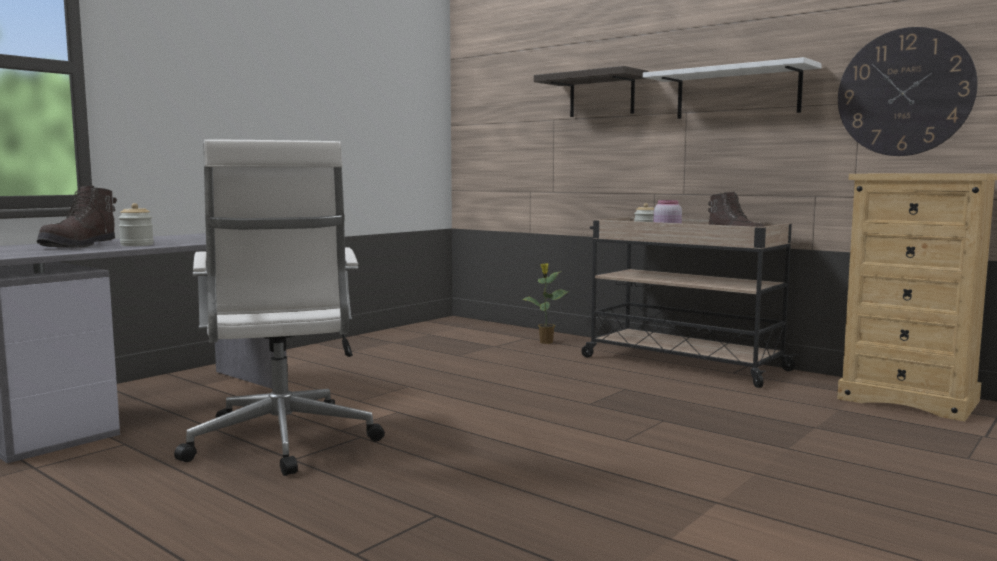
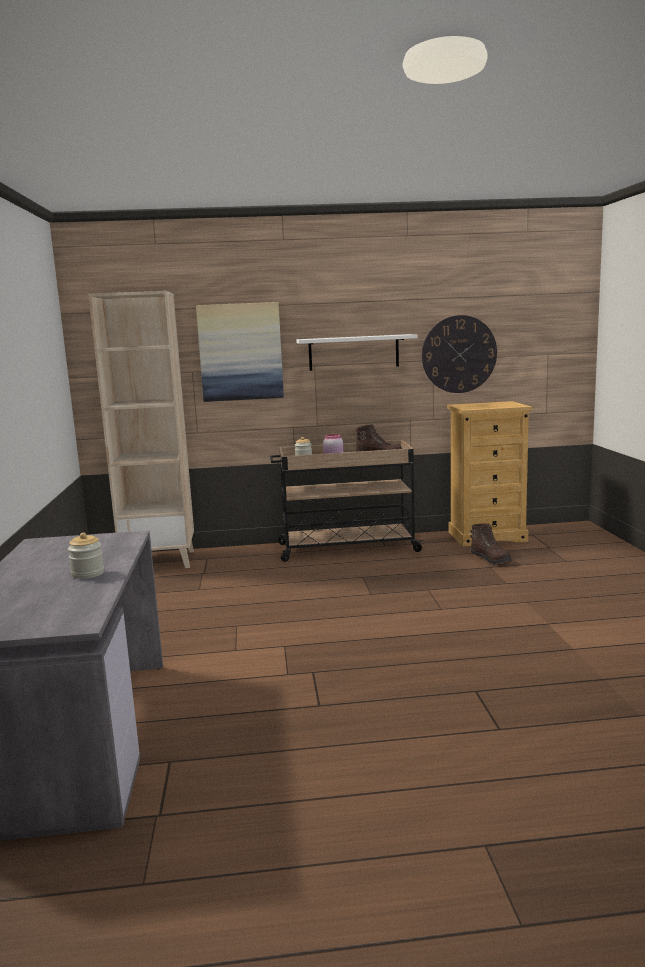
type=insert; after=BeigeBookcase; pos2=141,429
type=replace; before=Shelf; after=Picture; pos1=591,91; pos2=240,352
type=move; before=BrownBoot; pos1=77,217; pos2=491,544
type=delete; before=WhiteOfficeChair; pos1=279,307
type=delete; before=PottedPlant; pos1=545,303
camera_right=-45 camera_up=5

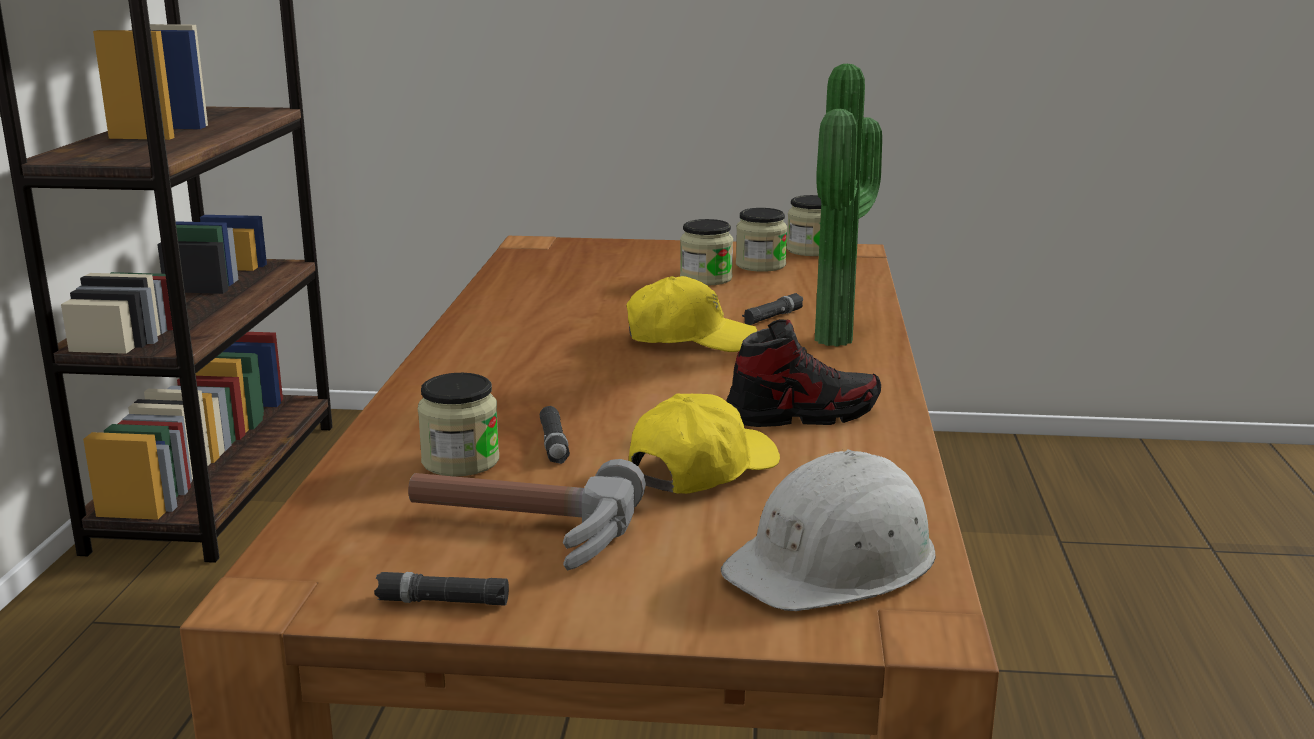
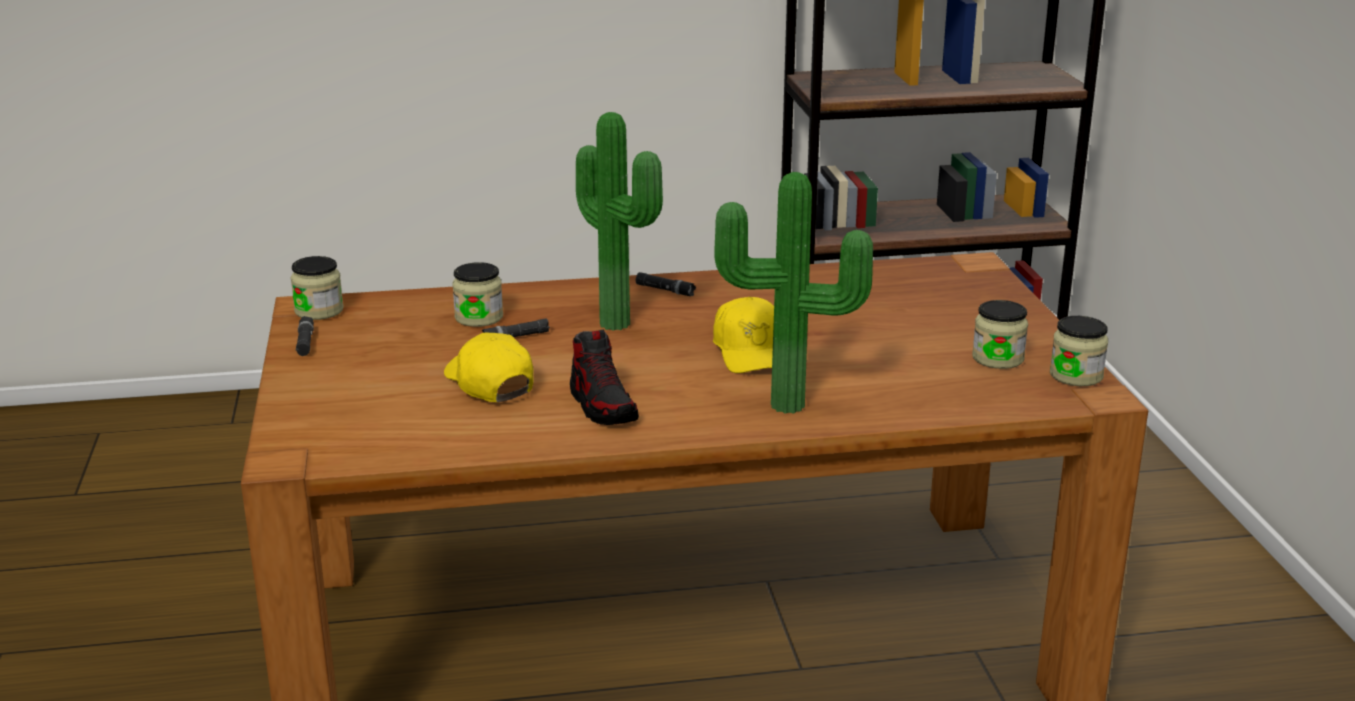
type=move; before=Jar; pos1=706,252; pos2=317,288
type=rotate; before=YellowCap; pos1=704,443; pos2=488,367; turn=-150
type=insert; after=PottedPlant; pos2=619,221
type=move; before=BlackFlashlight; pos1=772,309; pos2=666,284
type=delete; before=Hammer; pos1=527,515
type=delete; before=WhiteHardHat; pos1=828,530
camera_right=75 camera_up=5

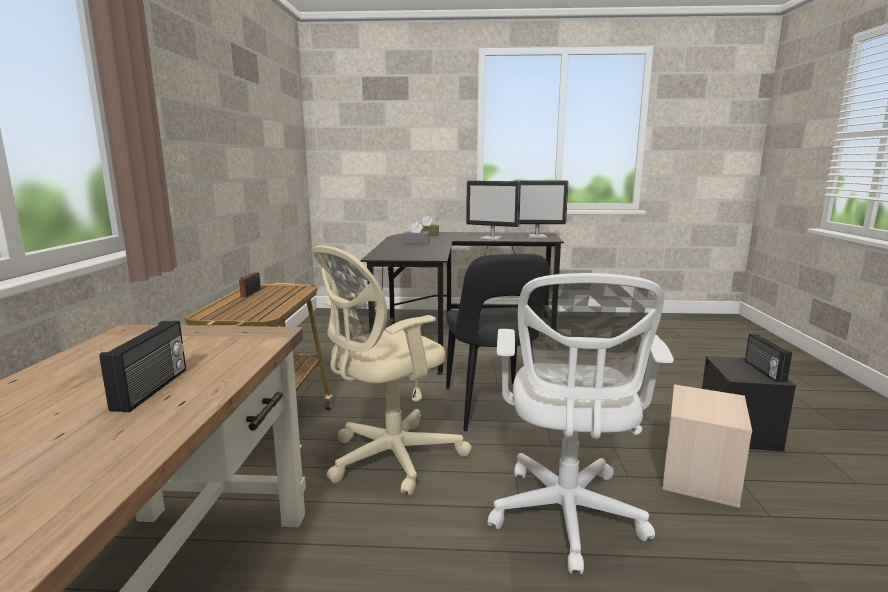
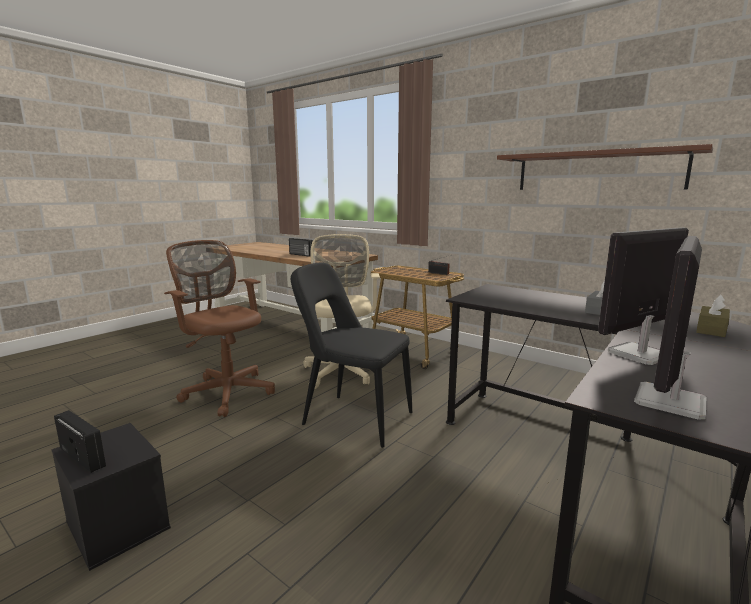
type=recolor; before=WhiteOfficeChair; after=BrownOfficeChair; pos1=581,424; pos2=219,328
type=insert; after=BrownShelf; pos2=605,167
type=delete; before=BeigeStorageBox; pos1=707,446
camera_right=125 camera_up=0

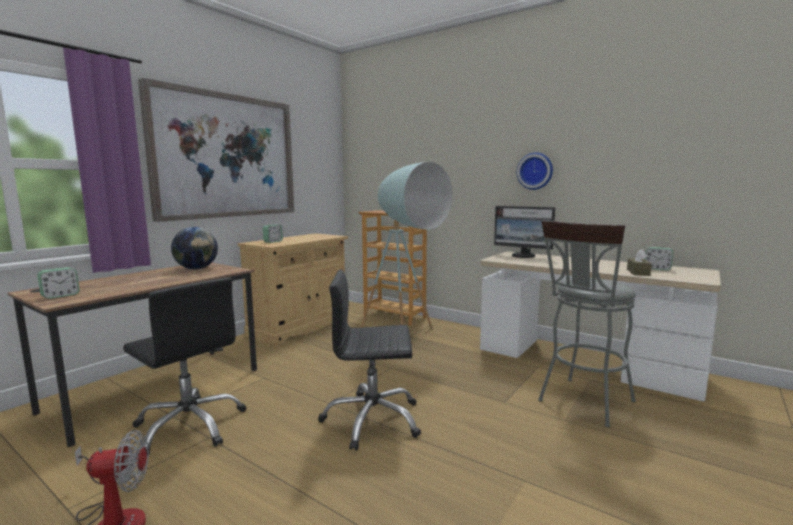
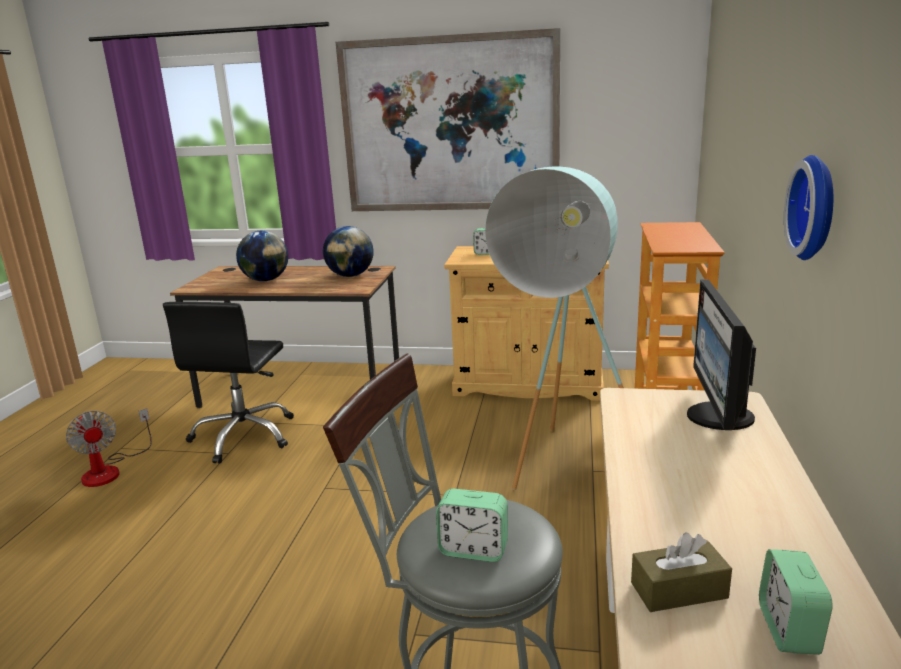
type=insert; after=Globe; pos2=262,256
type=move; before=AlarmClock; pos1=58,283; pos2=472,525
type=delete; before=BlackOfficeChair; pos1=369,360
camera_right=65 camera_up=10

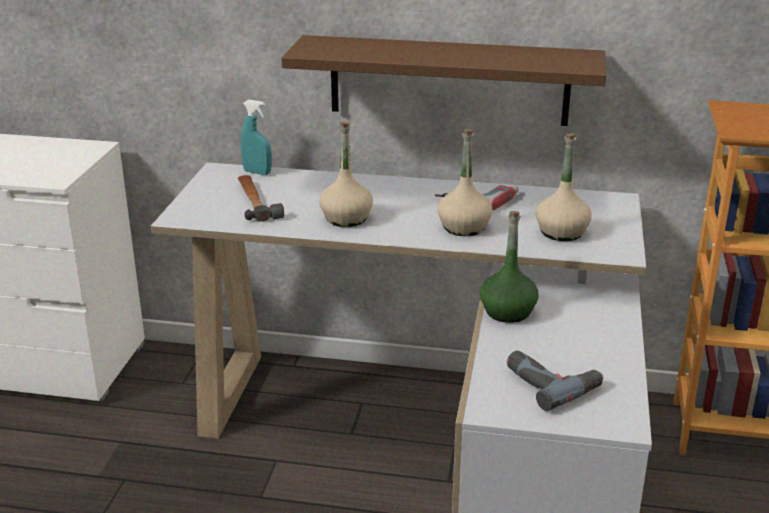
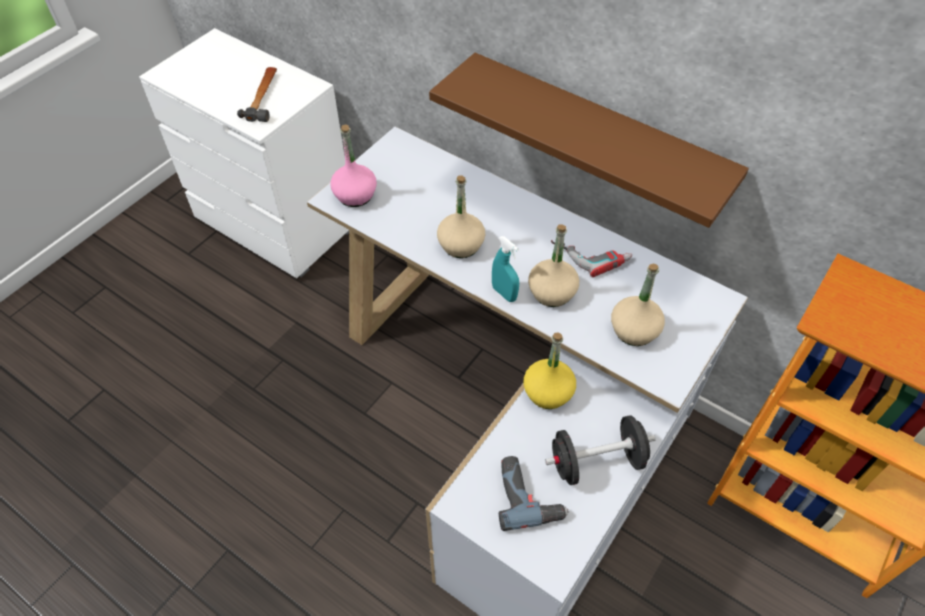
type=move; before=Hammer; pos1=261,198; pos2=257,94
type=insert; after=PinkBottle; pos2=353,165
type=move; before=TurquoiseSprayBottle; pos1=256,137; pos2=505,269
type=recolor; before=GreenBottle; after=YellowBottle; pos1=509,267; pos2=549,371
type=insert; after=BlackDumbbell; pos2=600,450
camera_right=25 camera_up=25

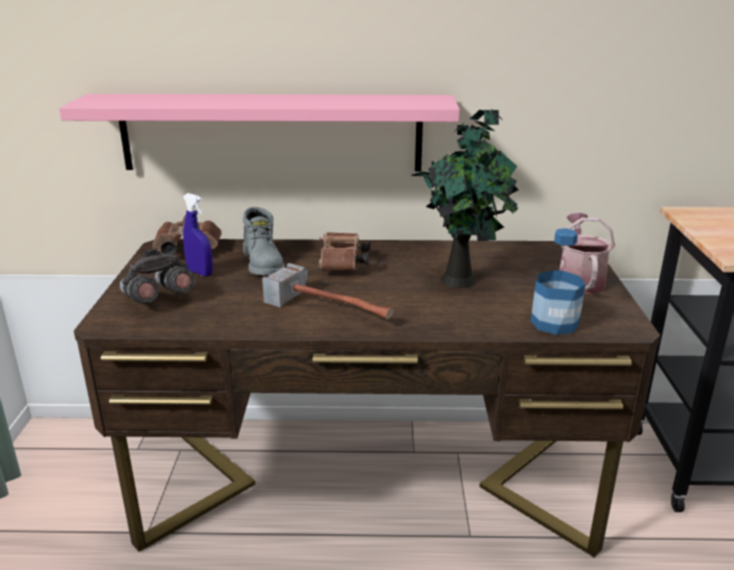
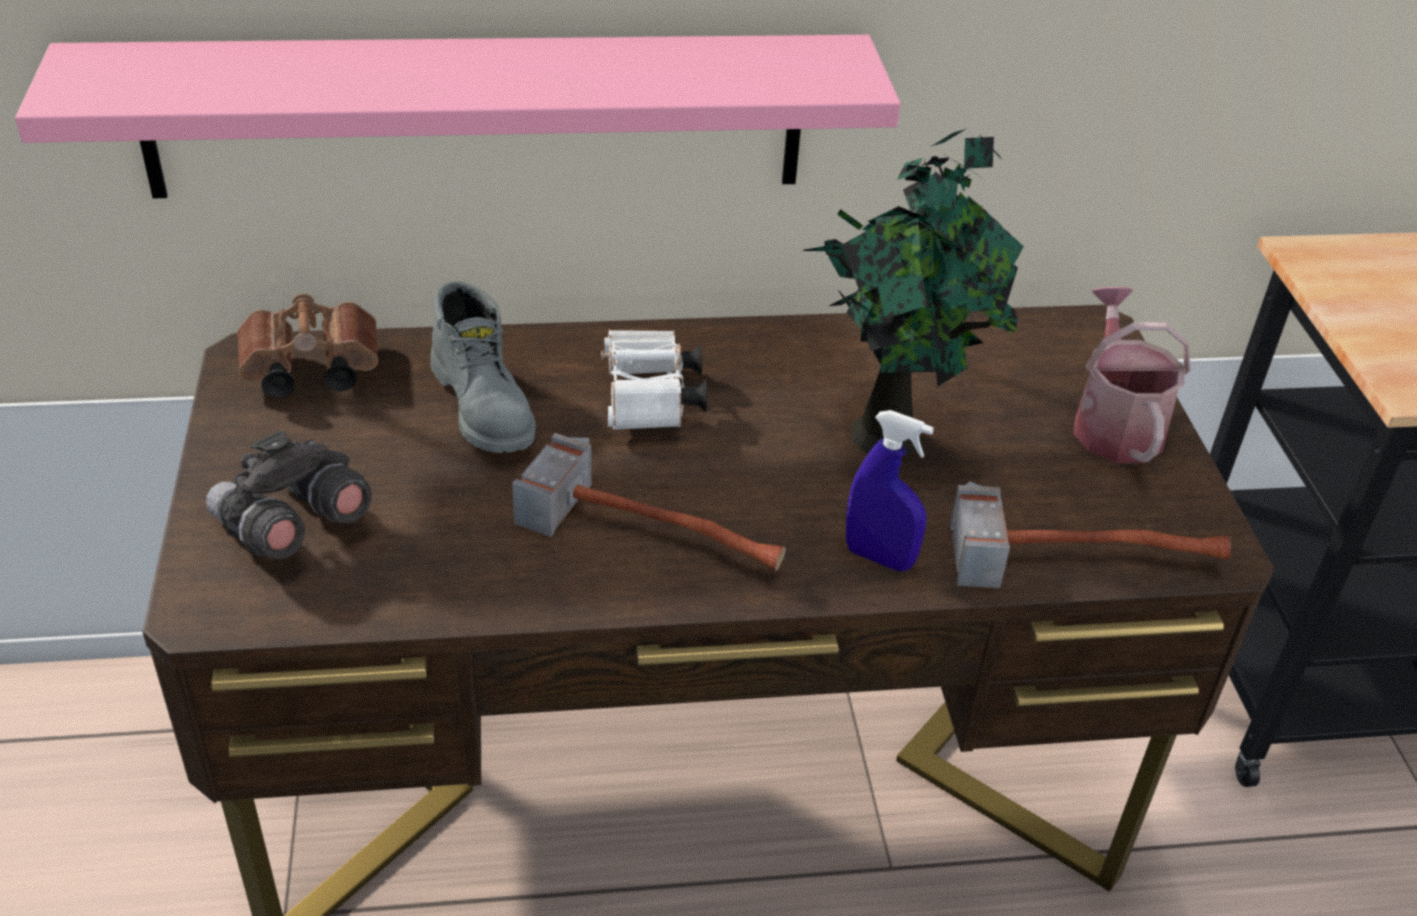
type=recolor; before=BrownBinoculars; after=WhiteBinoculars; pos1=345,251; pos2=654,380
type=move; before=BlueSprayBottle; pos1=198,234; pos2=890,490
type=replace; before=Bottle; after=Hammer; pos1=558,281; pos2=1090,535
camera_right=-10 camera_up=15

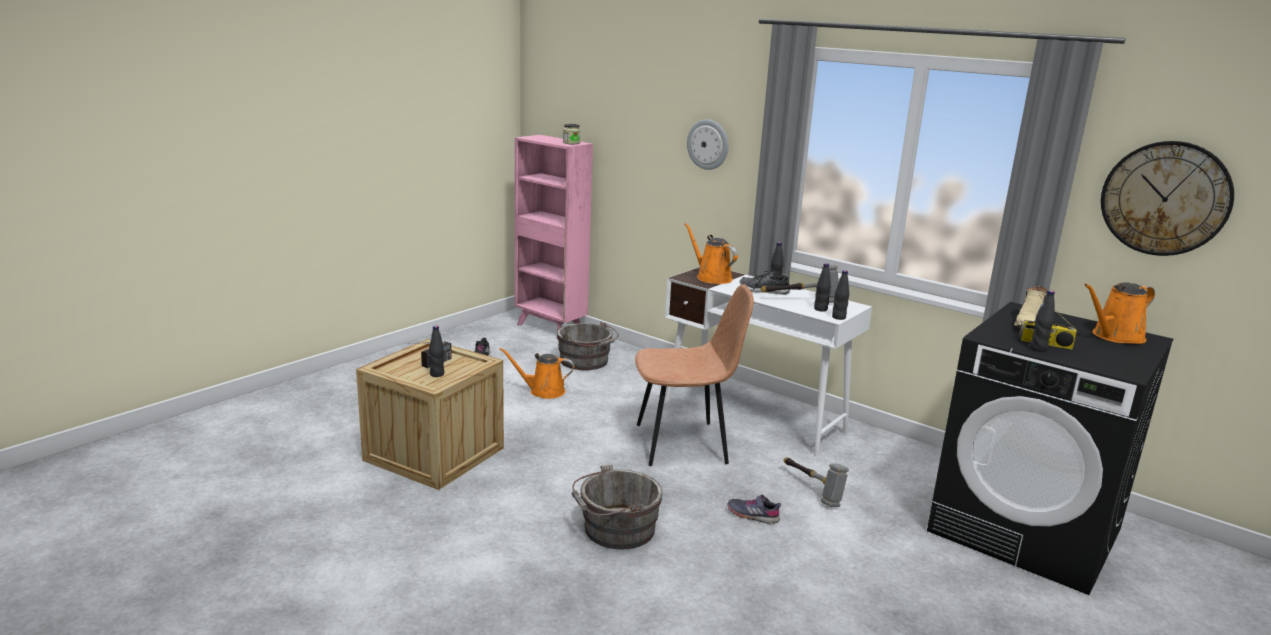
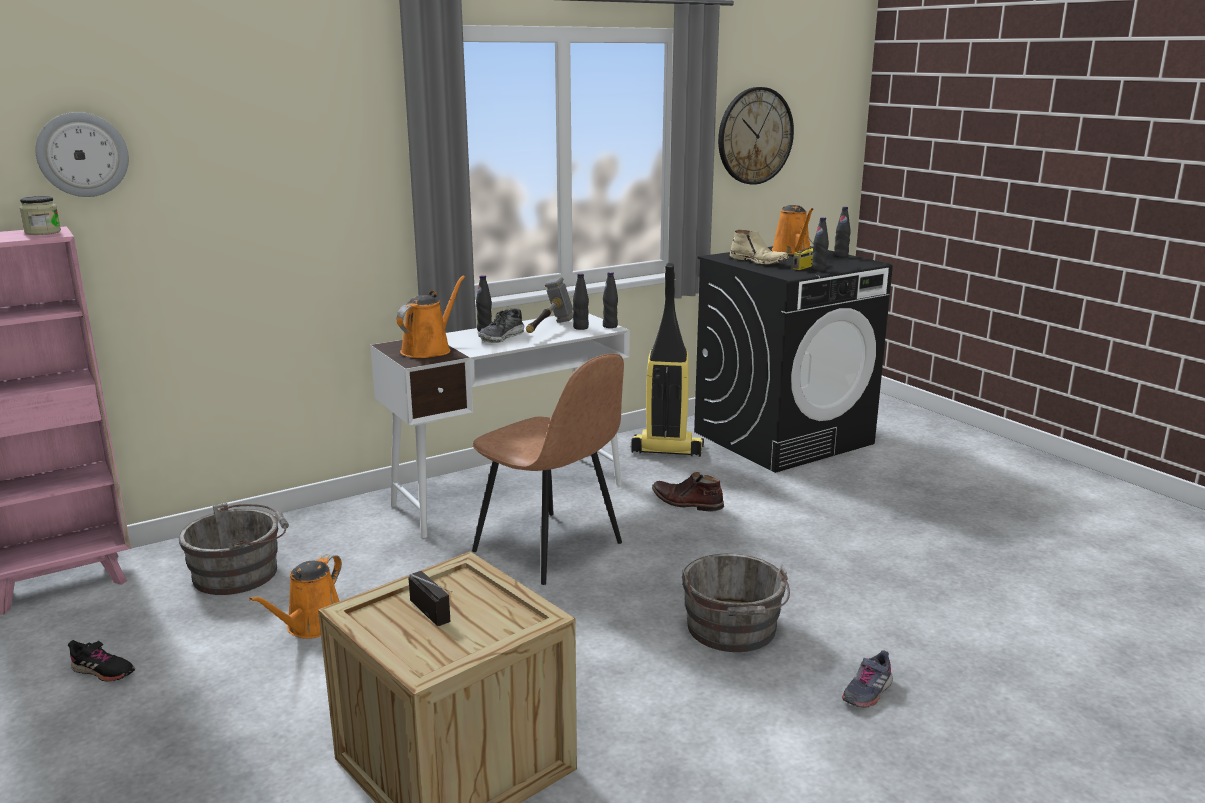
type=move; before=WallClock; pos1=707,144; pos2=82,154
type=rotate; before=OrangeWateringCan; pos1=711,253; pos2=431,317; turn=135
type=rotate; before=BrownChair; pos1=694,375; pos2=548,469; turn=120
type=insert; after=VacuumCleaner; pos2=667,360
type=replace; before=Hammer; after=BrownBoot; pos1=816,482; pos2=688,492
type=move; before=BlackBottle; pos1=436,351; pos2=842,232
type=move; before=GreyShoe; pos1=754,509; pos2=867,679
camera_right=-70 camera_up=0

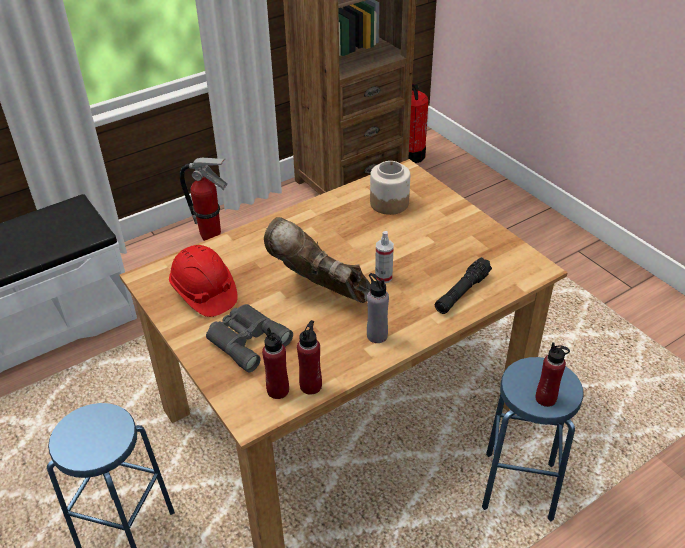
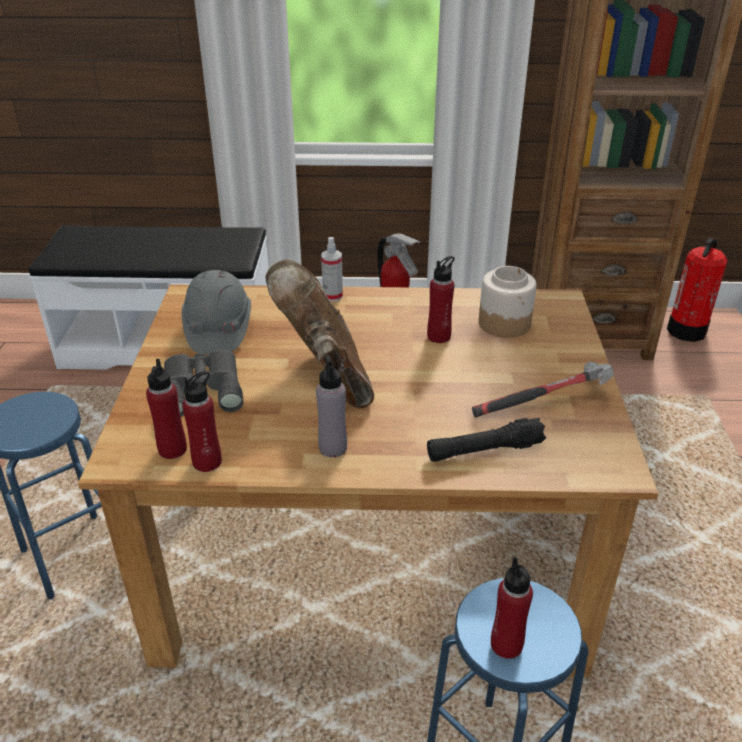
type=recolor; before=RedHardHat; after=GreyHardHat; pos1=203,281; pos2=216,312
type=move; before=SprayBottle; pos1=384,257; pos2=332,269
type=insert; after=RedBottle; pos2=441,299
type=insert; after=Hammer; pos2=543,389
camera_right=35 camera_up=-5

